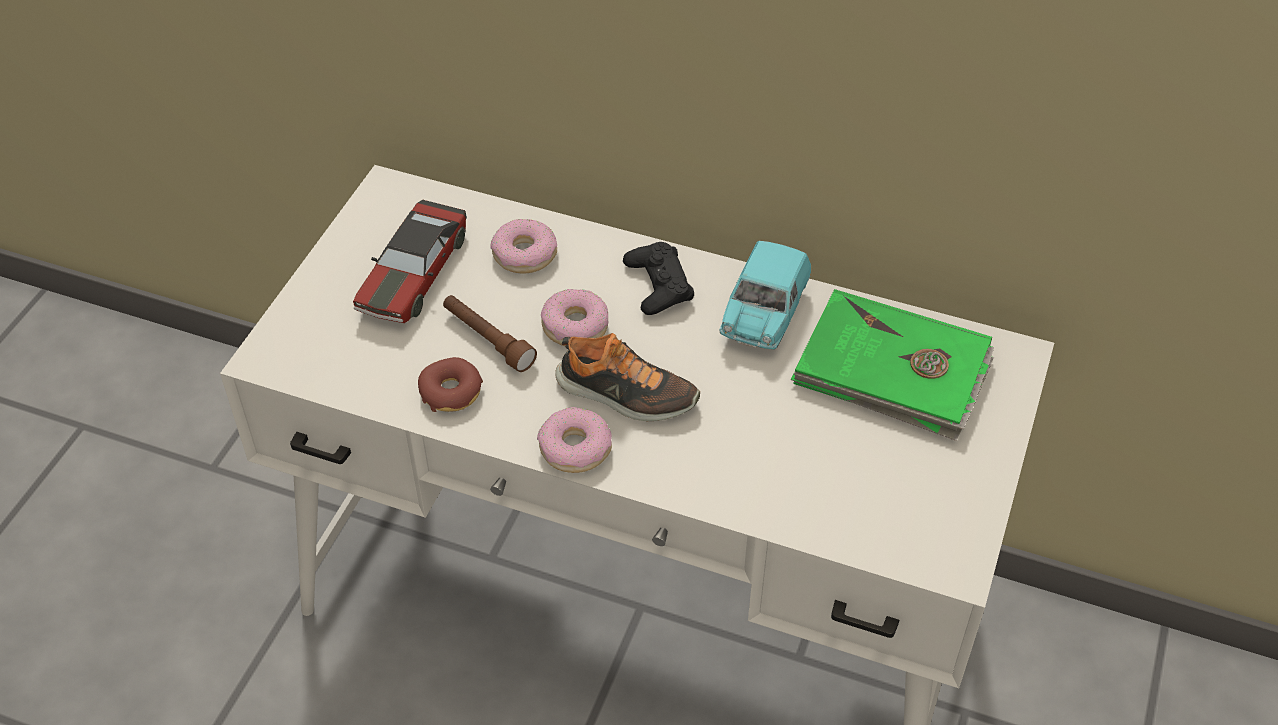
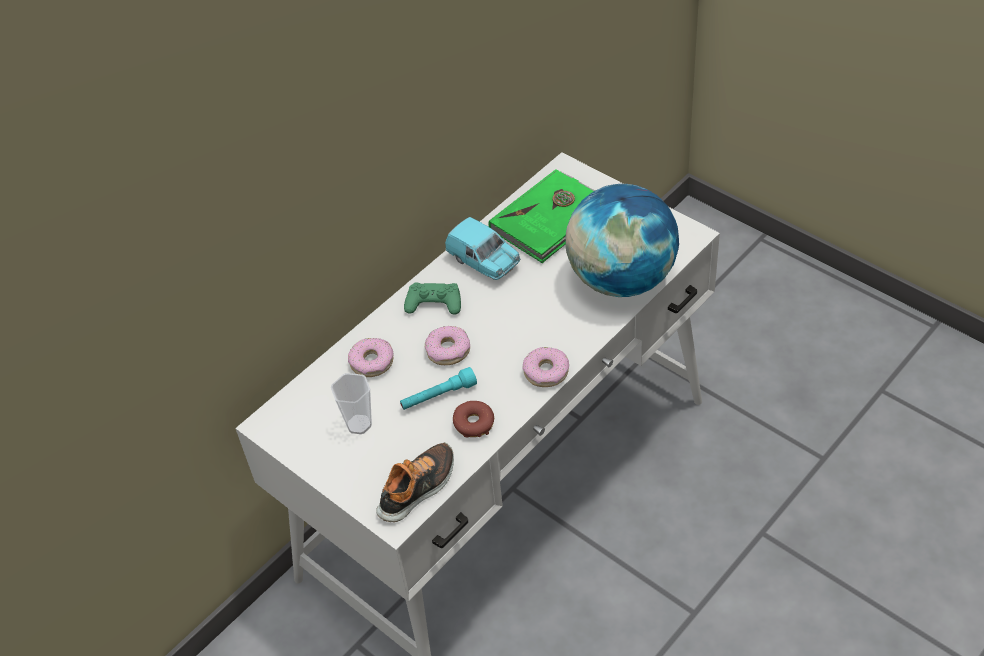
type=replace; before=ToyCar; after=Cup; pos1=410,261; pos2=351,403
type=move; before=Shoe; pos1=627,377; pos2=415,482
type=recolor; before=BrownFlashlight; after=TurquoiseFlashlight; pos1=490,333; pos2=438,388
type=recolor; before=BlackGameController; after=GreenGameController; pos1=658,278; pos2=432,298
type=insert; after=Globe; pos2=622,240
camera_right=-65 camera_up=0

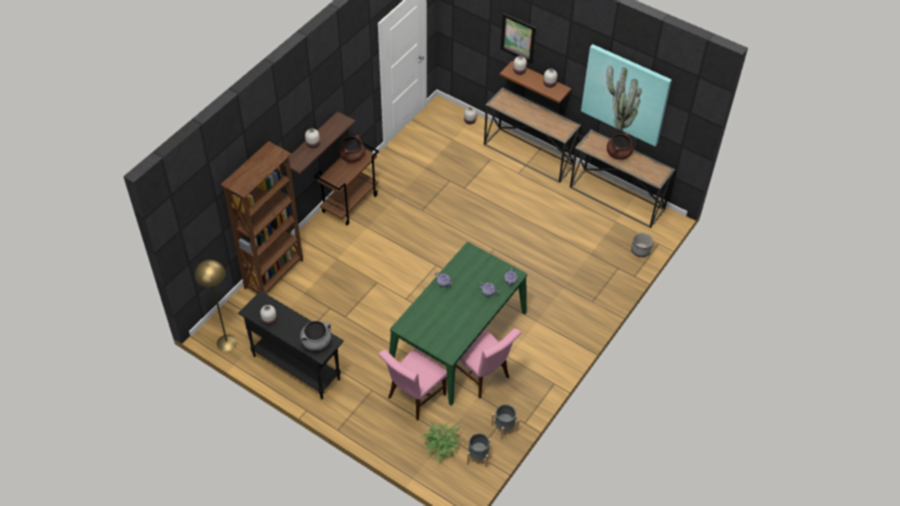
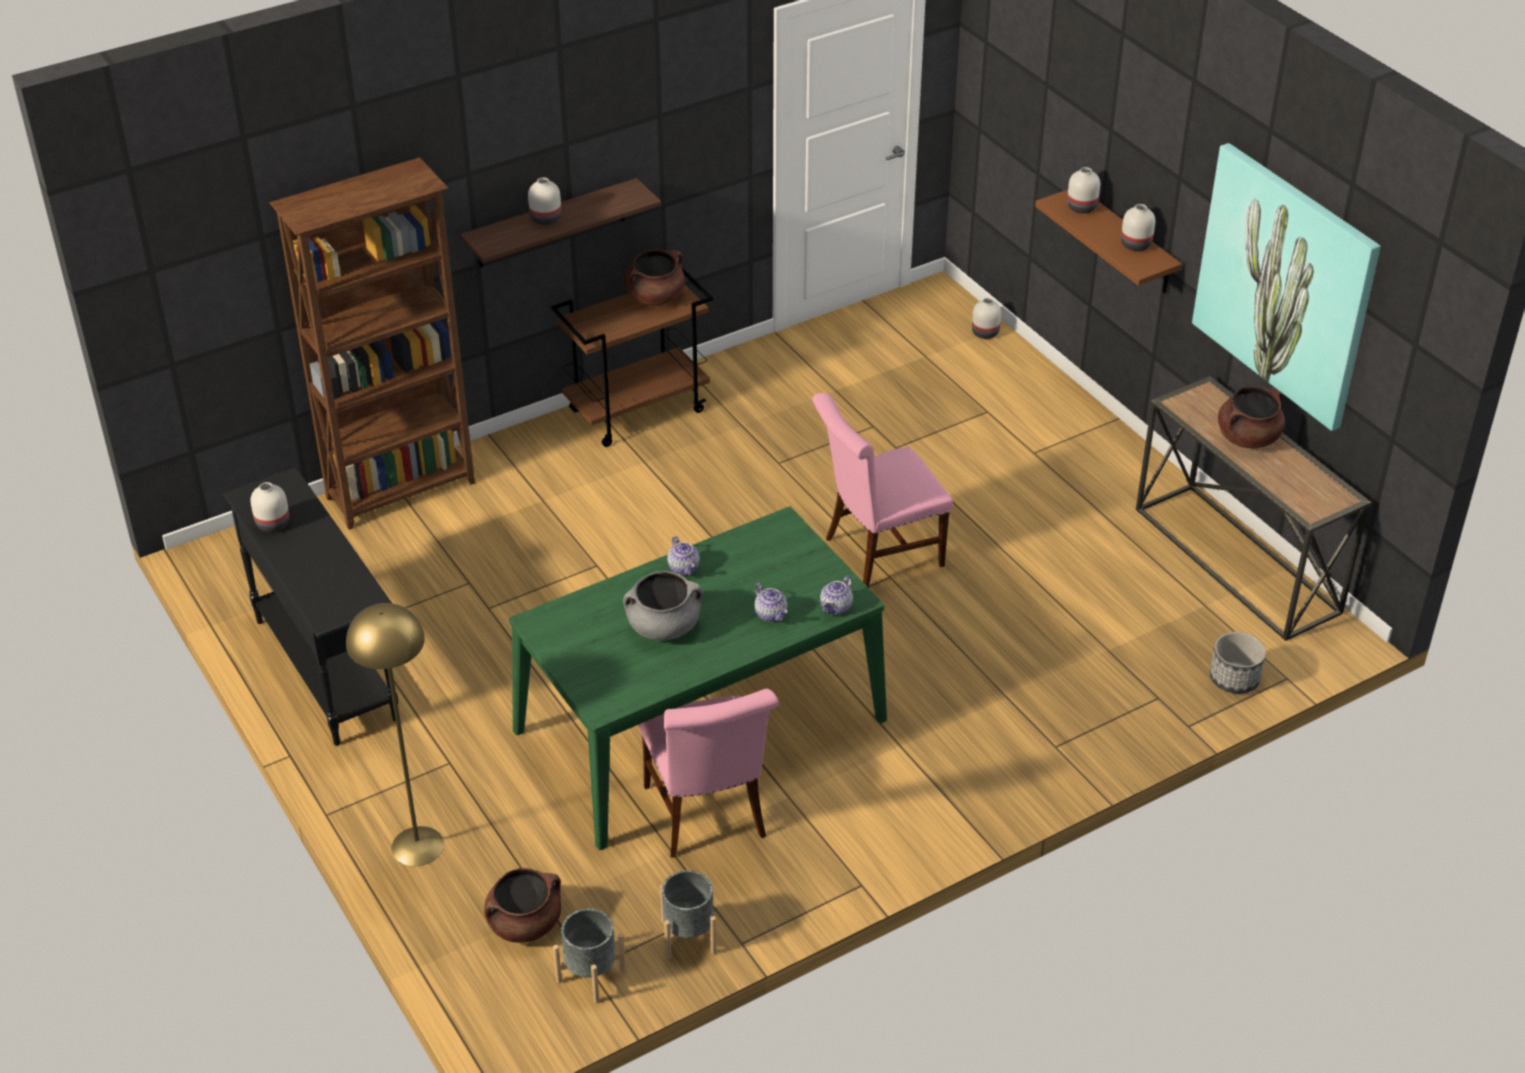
type=move; before=YellowFloorLamp; pos1=216,305; pos2=395,734
type=replace; before=PottedPlant; after=BrownCookingPot; pos1=444,443; pos2=522,905
type=move; before=GreyCookingPot; pos1=315,336; pos2=663,605
type=move; before=PinkChair; pos1=413,384; pos2=882,490
type=delete; before=ConsoleTable; pos1=532,135
type=delete; before=Picture; pos1=518,38
camera_right=25 camera_up=-10

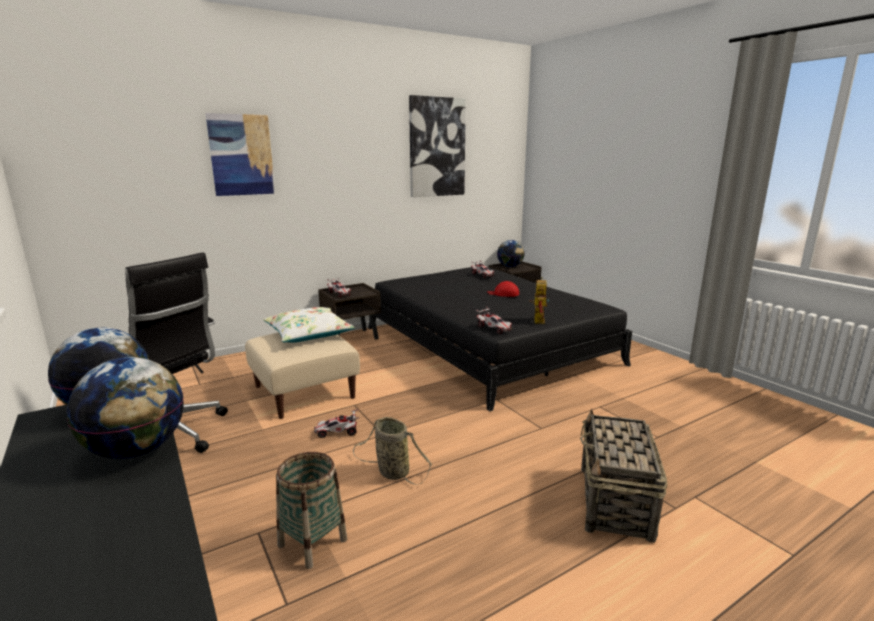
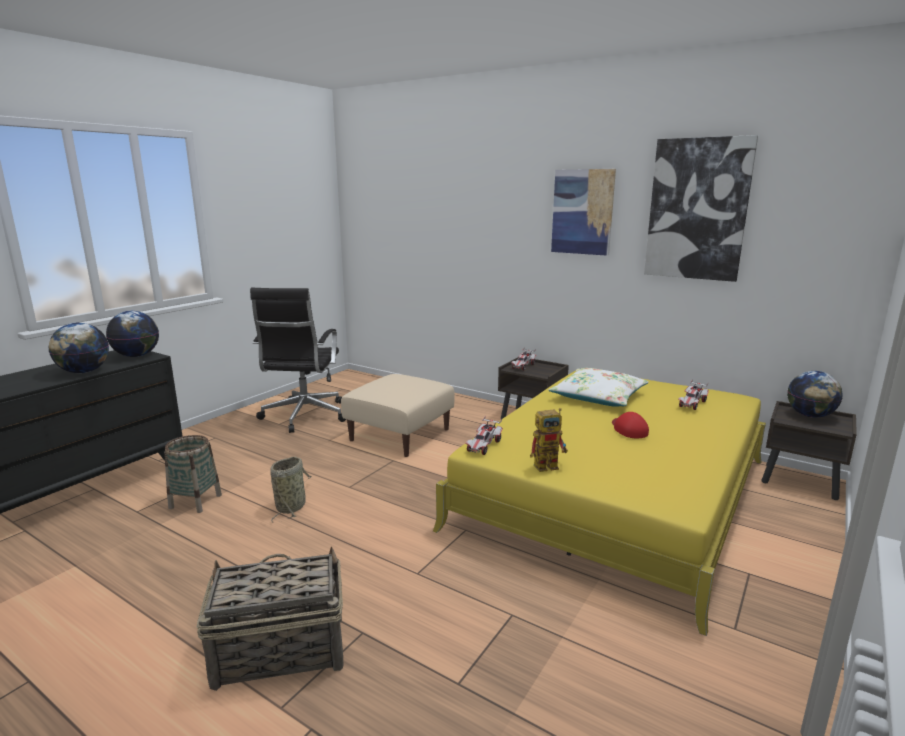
type=recolor; before=BlackBed; after=YellowBed; pos1=500,339; pos2=599,503
type=move; before=WhitePillow; pos1=309,325; pos2=599,387
type=move; before=Picture; pos1=240,154; pos2=583,212
type=delete; before=ToyCar; pos1=336,423
camera_right=65 camera_up=0

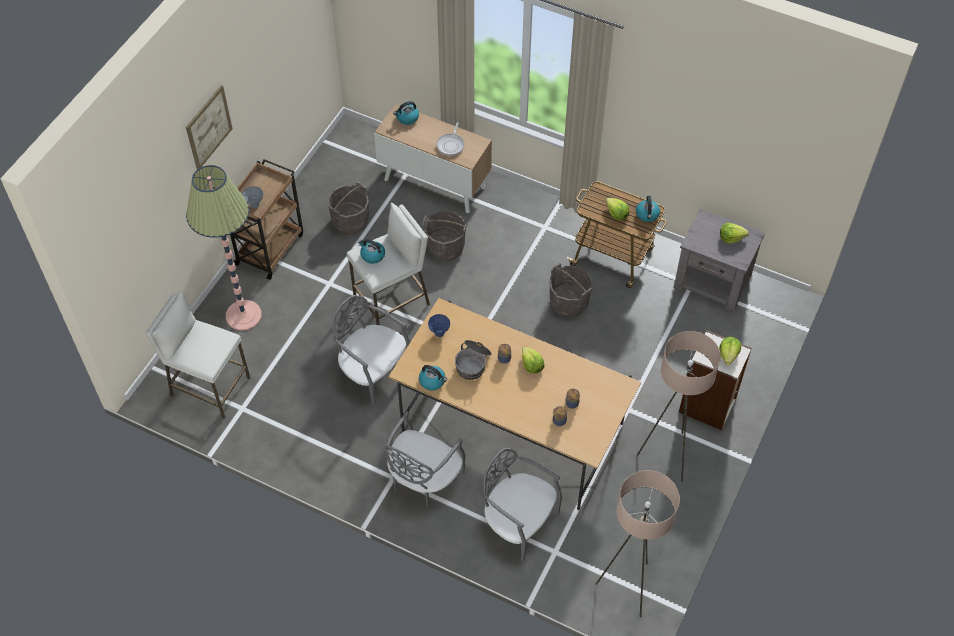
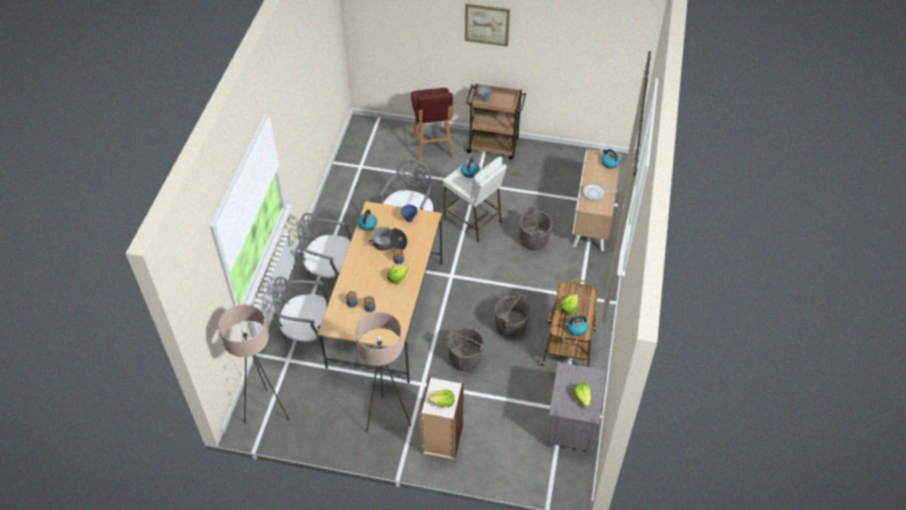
type=rotate; before=GreyChair; pos1=522,505; pos2=301,315; turn=-105
type=replace; before=FloorLamp; after=RedStool; pos1=224,248; pos2=432,125
type=move; before=GreyBucket; pos1=348,208; pos2=466,349
type=delete; before=WhiteStool; pos1=197,355
camera_right=75 camera_up=-5

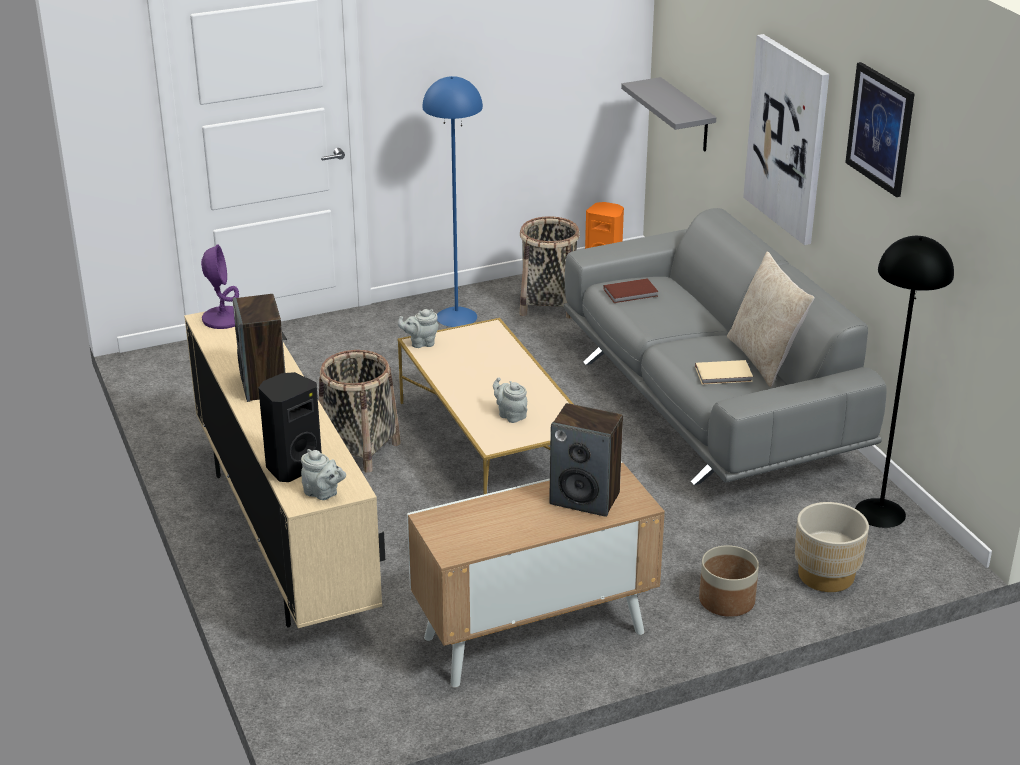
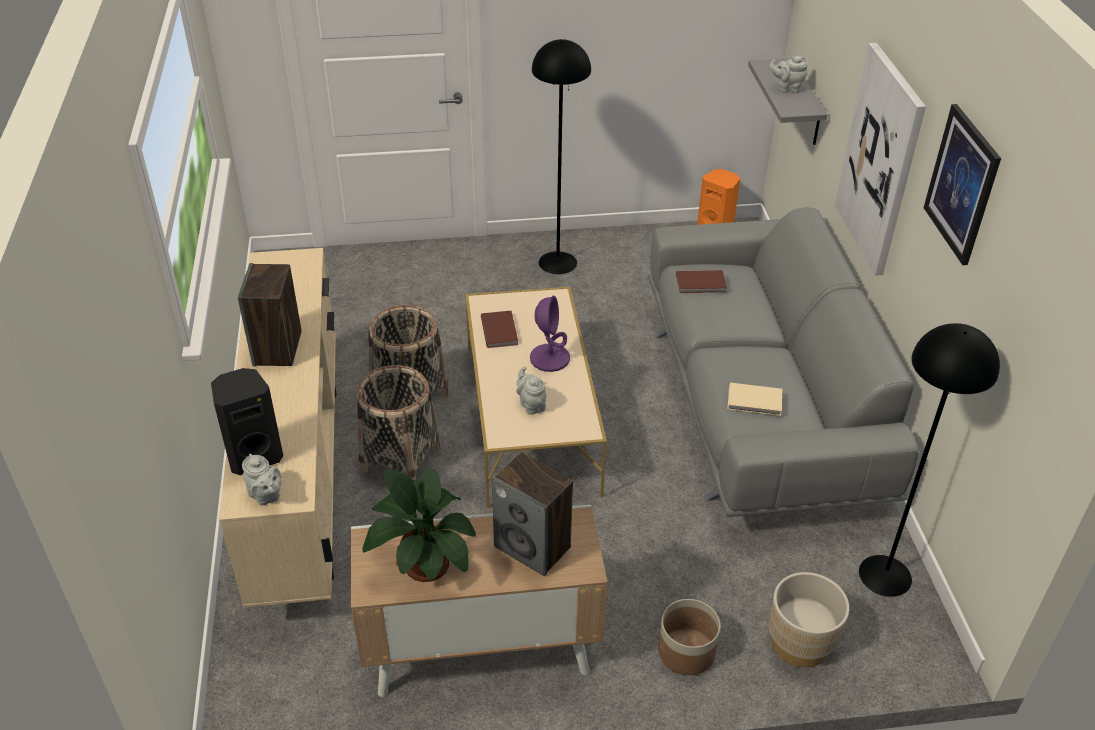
type=move; before=Basket; pos1=549,267; pos2=399,422
type=insert; after=PottedPlant; pos2=419,525
type=insert; after=BrownBook; pos2=499,329
type=move; before=PurpleTableLamp; pos1=220,286; pos2=550,334
type=recolor; before=BlueFloorLamp; after=BlackFloorLamp; pos1=452,201; pos2=561,156
type=move; before=GreyTeapot; pos1=418,328; pos2=788,74
type=delete; before=BeigePillow; pos1=770,319
camera_right=15 camera_up=10

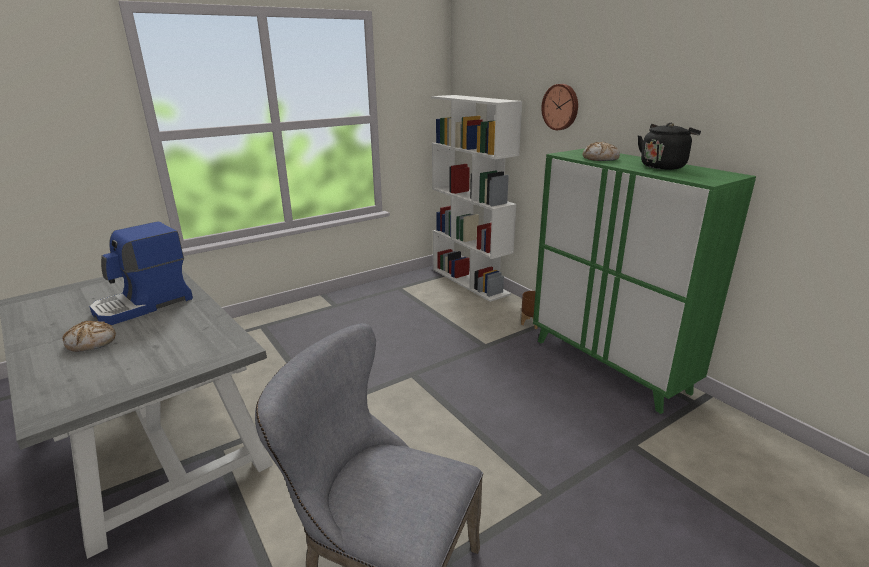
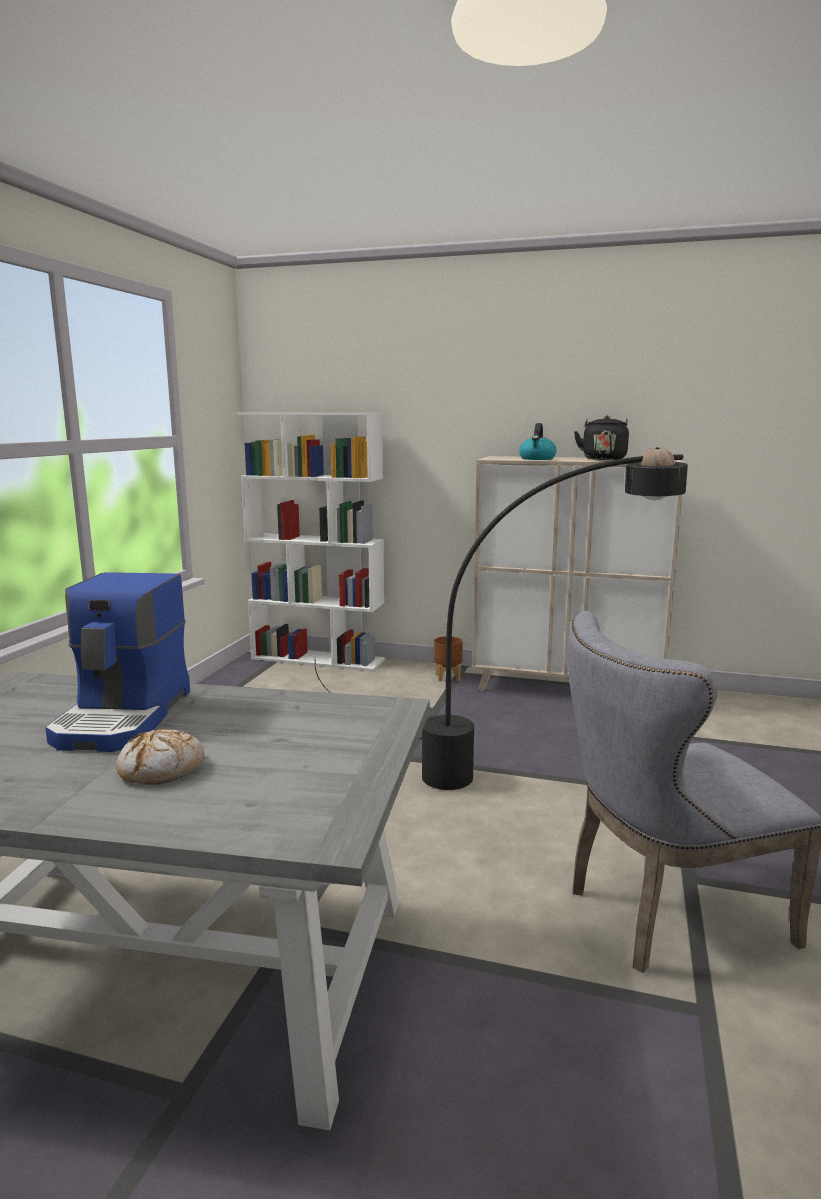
type=insert; after=BlackFloorLamp; pos2=501,618
type=recolor; before=GreenCabinet; after=BeigeCabinet; pos1=644,281; pos2=578,573
type=replace; before=Bread; after=Kettle; pos1=601,151; pos2=538,441
type=delete; before=WallClock; pos1=559,107
camera_right=-40 camera_up=-10

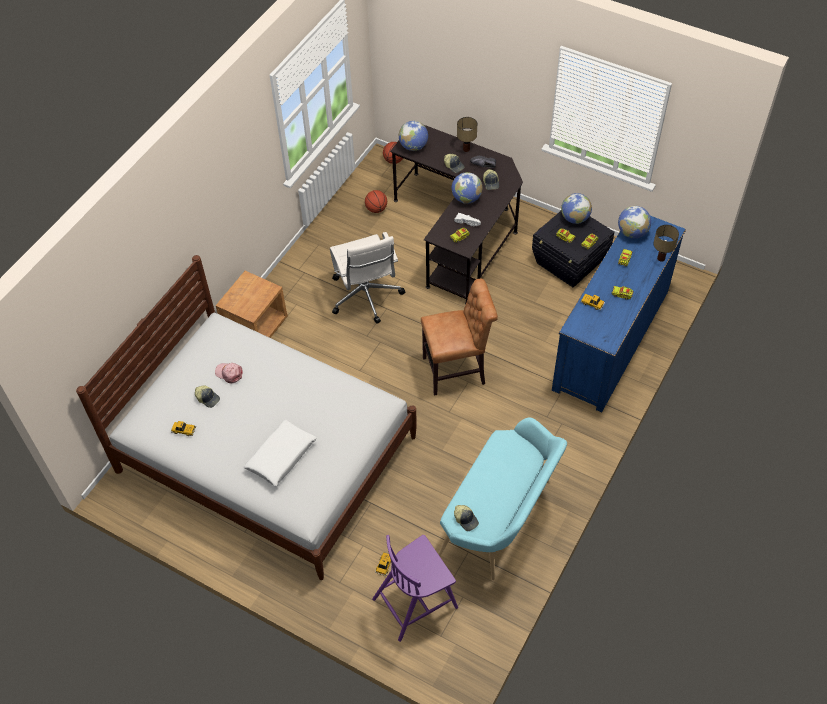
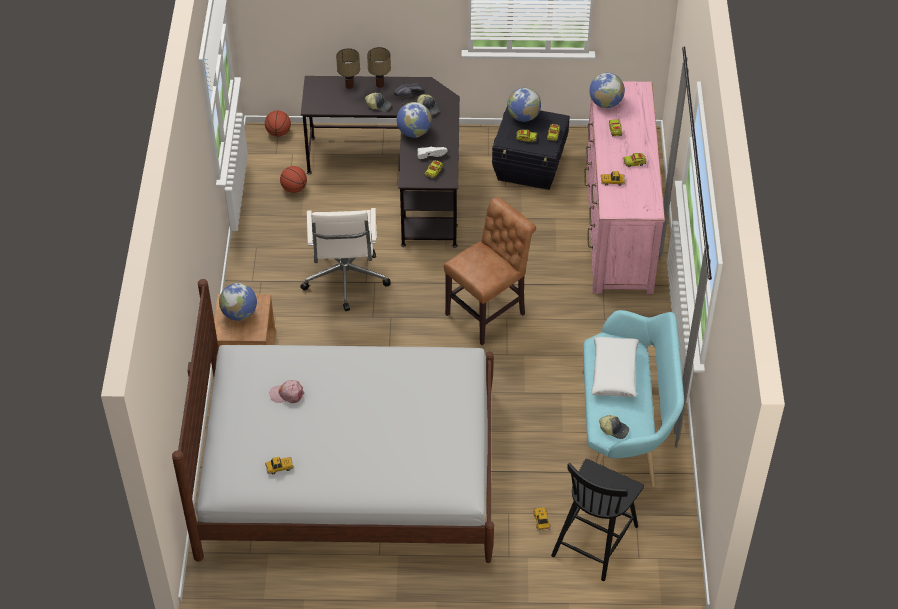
type=move; before=Globe; pos1=413,136; pos2=238,302
type=rotate; before=WhiteOfficeChair; pos1=367,278; pos2=345,259; turn=45
type=move; before=TableLamp; pos1=666,243; pos2=348,68
type=recolor; before=PurpleChair; after=BlackChair; pos1=415,588; pos2=597,520
type=recolor; before=BlueDresser; after=PinkDresser; pos1=619,314; pos2=624,187
type=move; before=WhitePillow; pos1=280,453; pos2=615,367
type=delete; before=Cap; pos1=207,396
camera_right=-30 camera_up=-5

